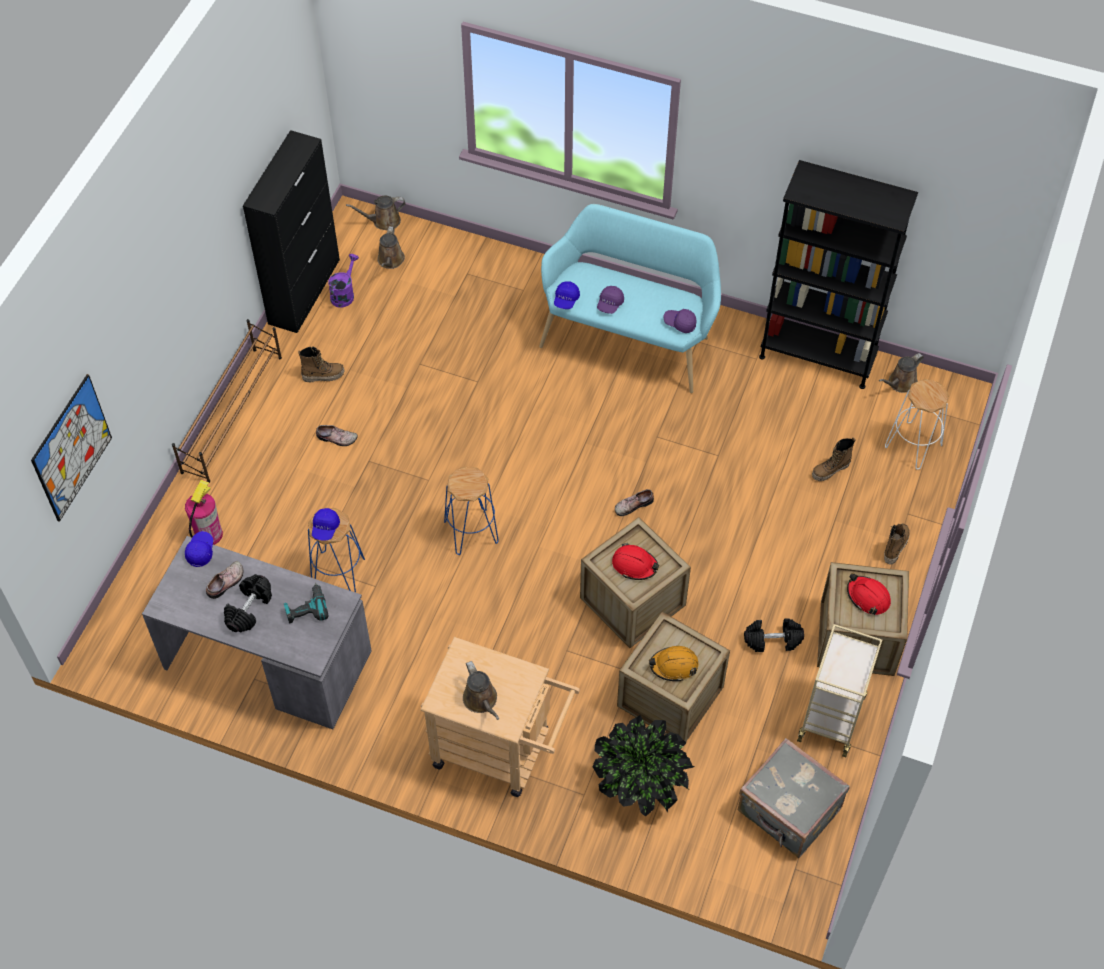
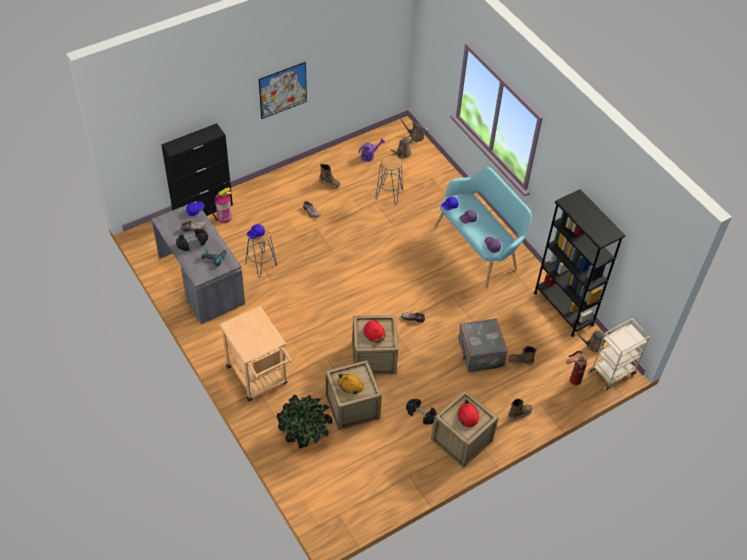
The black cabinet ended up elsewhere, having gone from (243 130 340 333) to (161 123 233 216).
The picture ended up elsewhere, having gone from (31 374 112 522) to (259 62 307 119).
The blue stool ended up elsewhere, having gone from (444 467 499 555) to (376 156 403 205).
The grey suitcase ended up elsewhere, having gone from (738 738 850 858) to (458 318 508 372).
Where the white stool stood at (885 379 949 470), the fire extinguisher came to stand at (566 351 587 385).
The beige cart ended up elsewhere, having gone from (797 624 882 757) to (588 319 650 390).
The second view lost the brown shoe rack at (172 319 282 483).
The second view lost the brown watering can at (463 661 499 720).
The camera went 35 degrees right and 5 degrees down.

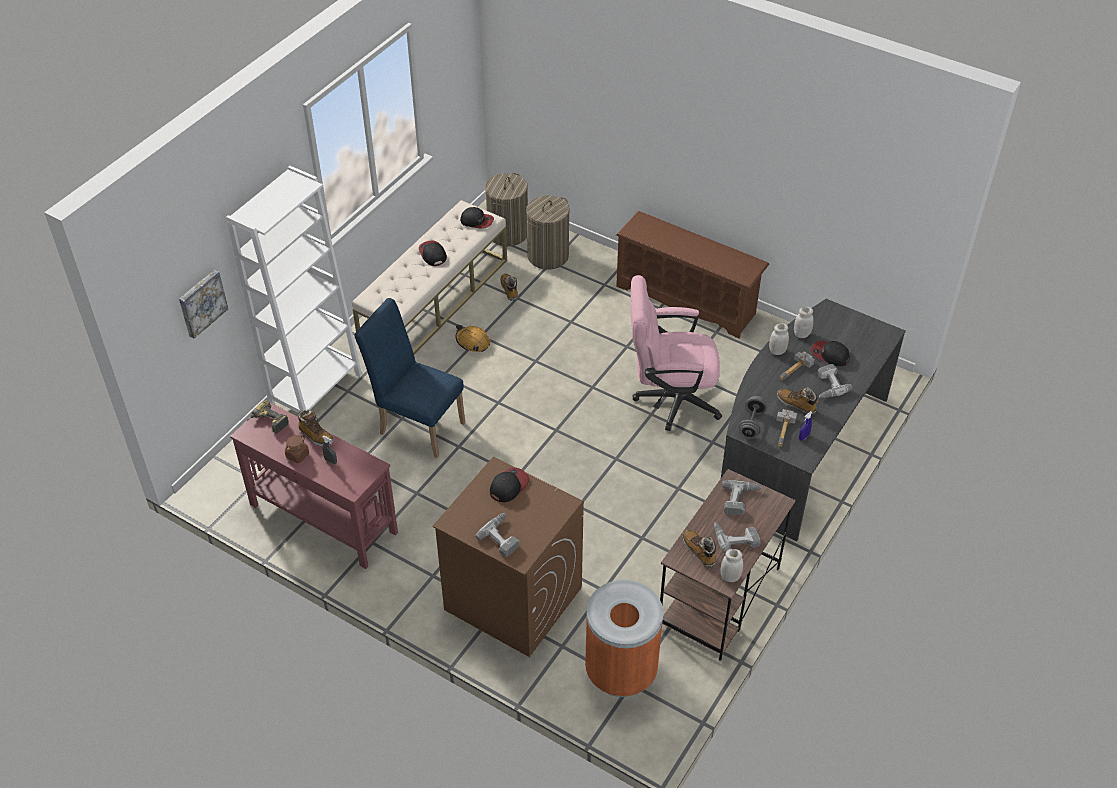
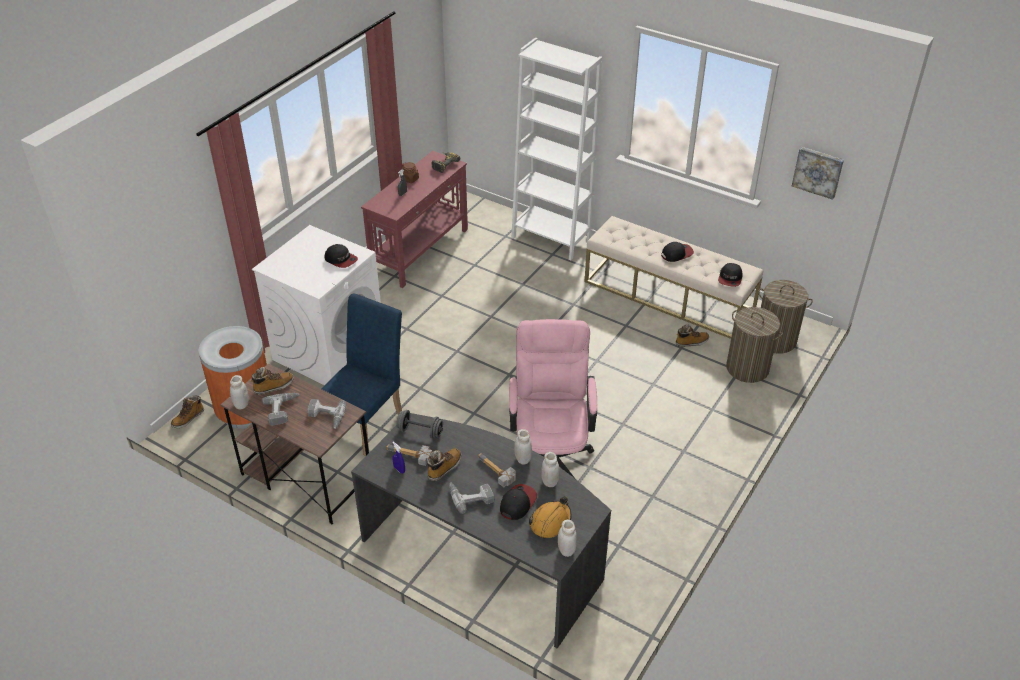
The boot ended up elsewhere, having gone from (297 410 334 446) to (171 396 204 428).
What was the brown washing machine at (433 456 584 657) turned into the white washing machine at (252 225 381 385).
The blue chair ended up elsewhere, having gone from (354 298 466 458) to (321 293 402 456).
The orange hard hat ended up elsewhere, having gone from (456 325 490 352) to (529 496 572 539).
The second view gained the white jar at (558 520 577 557).
The picture ended up elsewhere, having gone from (179 269 228 339) to (792 147 844 200).
The second view lost the power drill at (475 513 519 557).
The second view lost the brown shoe rack at (616 211 769 339).
The camera went 90 degrees right and 5 degrees down.

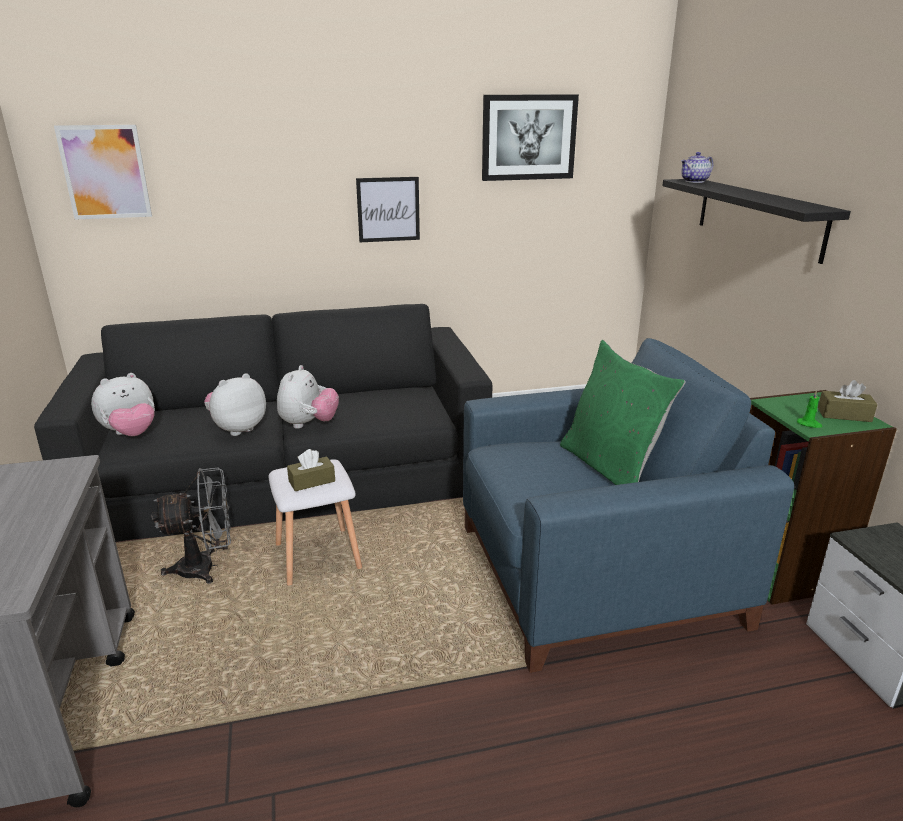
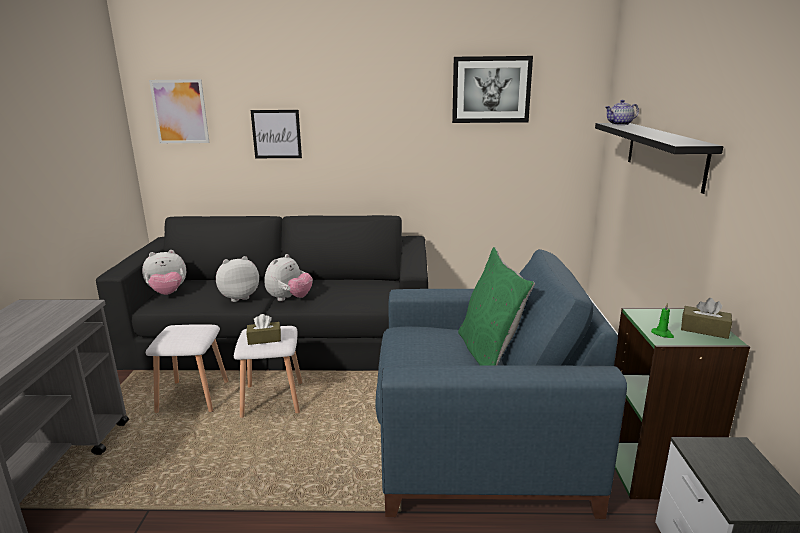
Where the grey fan stood at (151 468 231 584), the white stool came to stand at (146 324 228 413).
The picture ended up elsewhere, having gone from (356 177 420 242) to (251 110 302 158).
The camera went 15 degrees right and 5 degrees down.

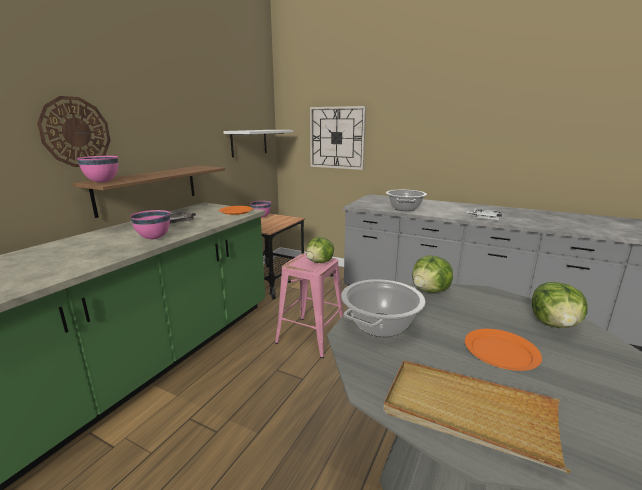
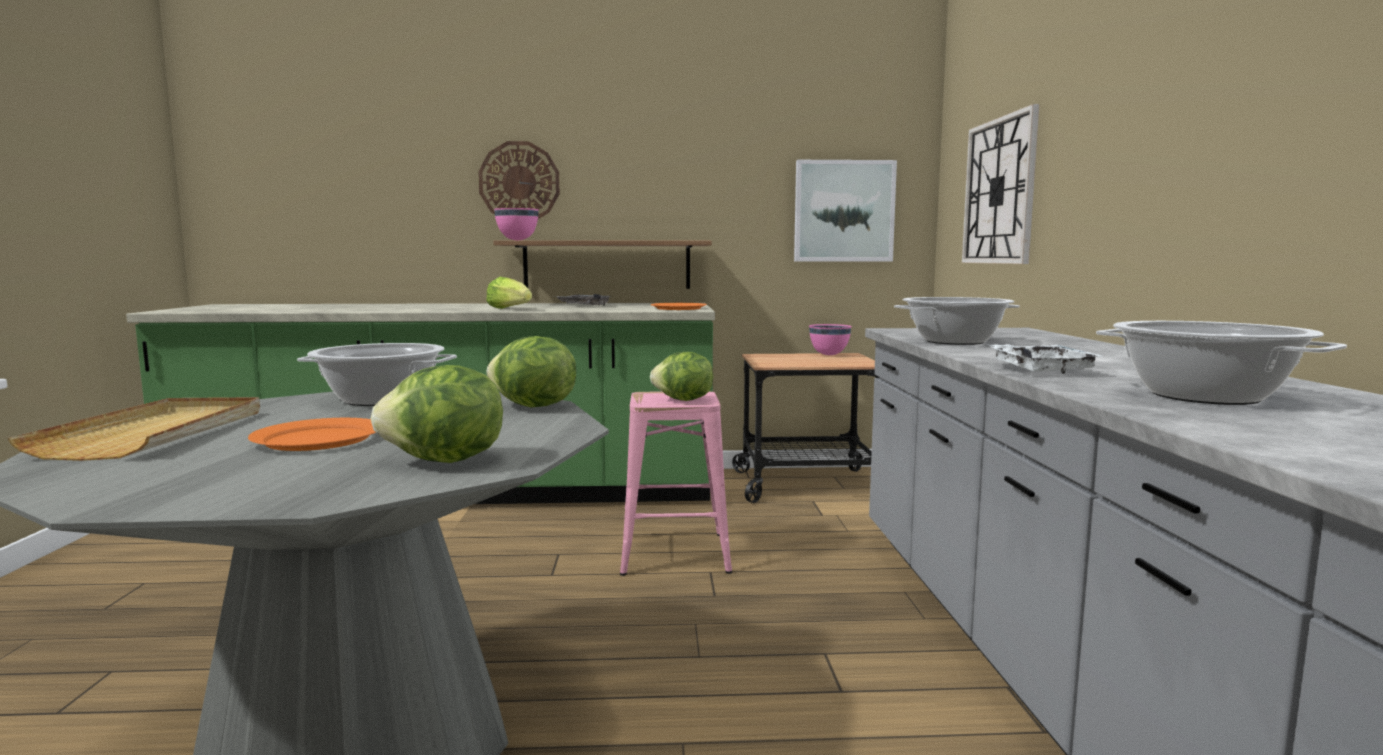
Where the pink bowl stood at (130 210 170 239), the lettuce came to stand at (486 277 532 309).
Where the white shelf hung at (223 130 293 157), the picture came to hang at (794 160 897 261).
The second view gained the cooking pot at (1096 321 1347 405).
The camera went 60 degrees right and 10 degrees down.

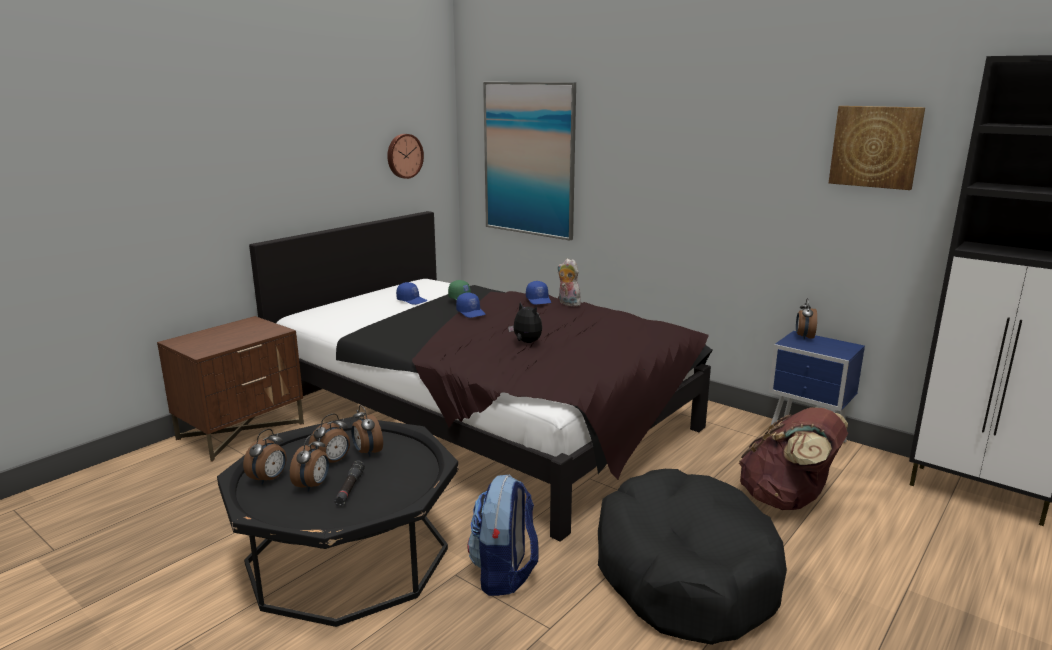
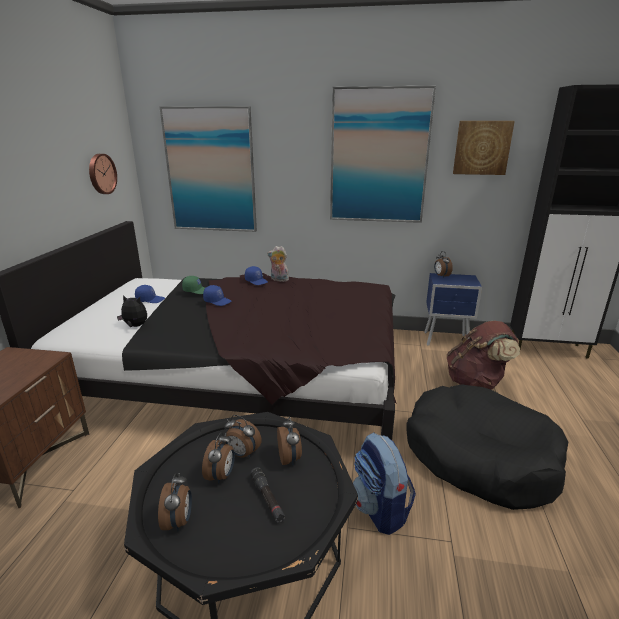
The plush toy ended up elsewhere, having gone from (508 302 542 343) to (117 295 147 327).
The alarm clock ended up elsewhere, having gone from (290 434 329 492) to (277 416 302 465).
The second view gained the picture at (330 85 436 223).
The camera went 30 degrees left and 5 degrees up.

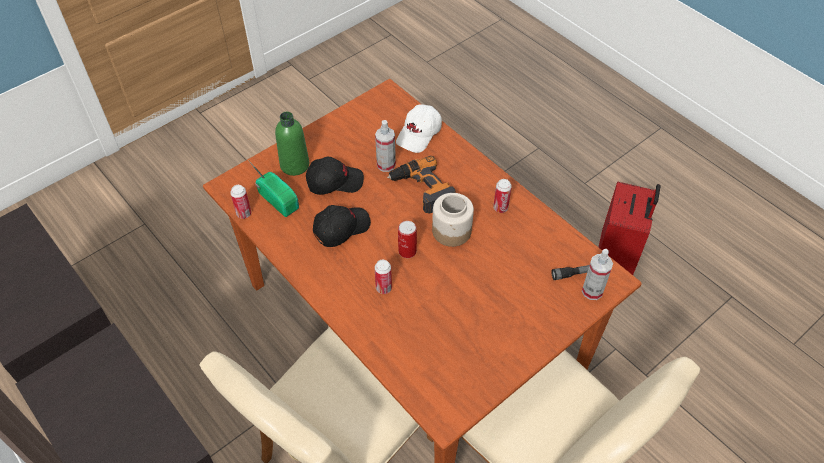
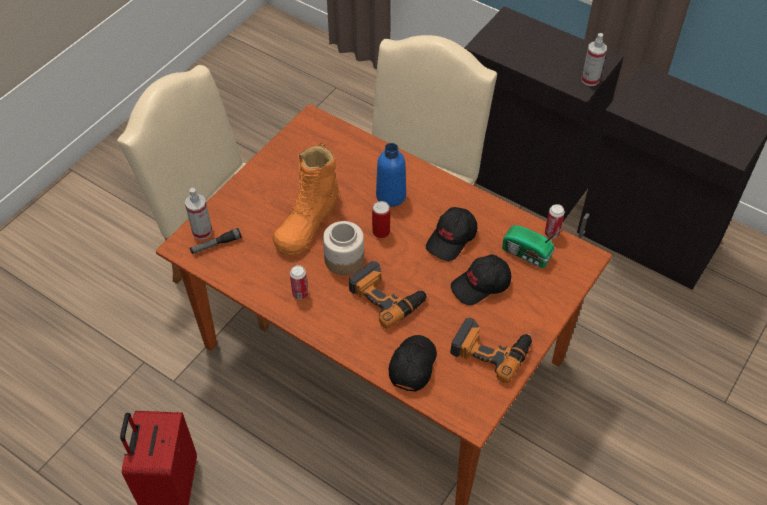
The second view gained the orange boot at (273 143 339 256).
Where the can stood at (374 260 392 294), the blue bottle came to stand at (376 143 406 207).
What was the white cap at (396 104 442 153) turned into the black cap at (389 335 437 392).
The second view gained the power drill at (450 317 532 383).
The spray bottle ended up elsewhere, having gone from (375 120 396 172) to (582 33 607 86).
The second view lost the green bottle at (275 112 309 176).
The camera went 165 degrees right and 0 degrees up.

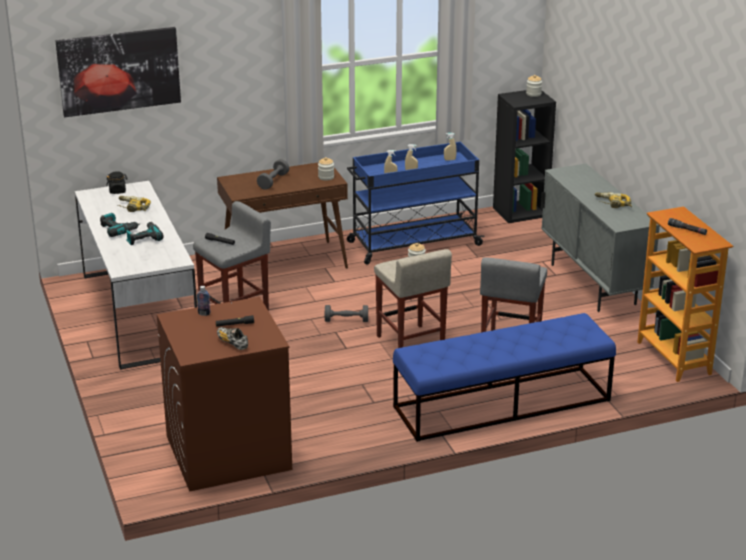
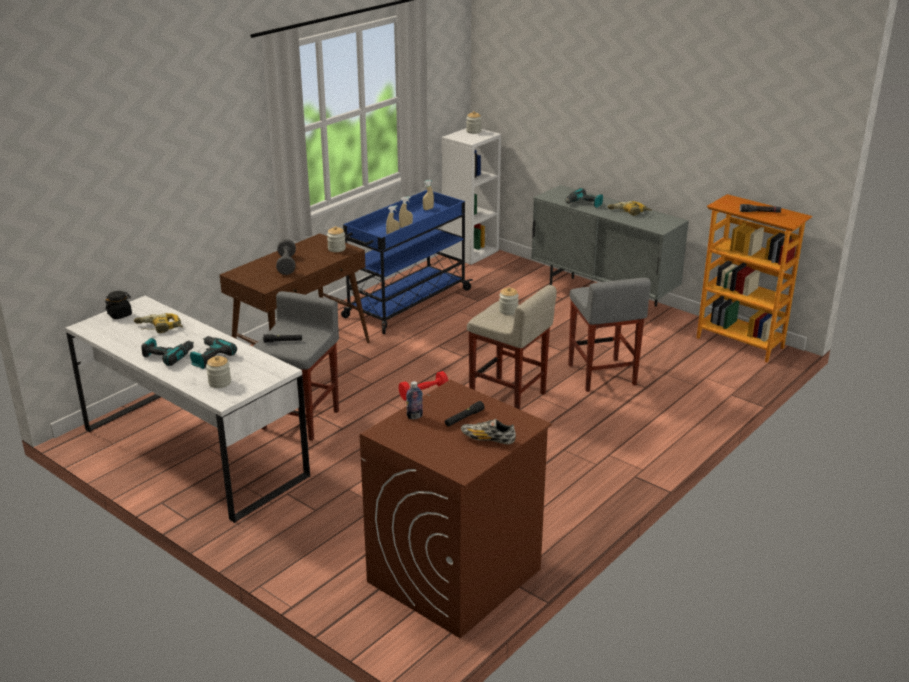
The second view gained the jar at (206 356 231 388).
What was the grey dumbbell at (325 305 368 322) turned into the red dumbbell at (399 371 449 401).
What was the black bookcase at (493 90 556 223) turned into the white bookcase at (442 128 501 265).
The second view gained the power drill at (565 188 603 208).
The second view lost the picture at (55 27 181 117).
The second view lost the blue bench at (393 313 616 442).
The camera went 30 degrees left and 0 degrees up.

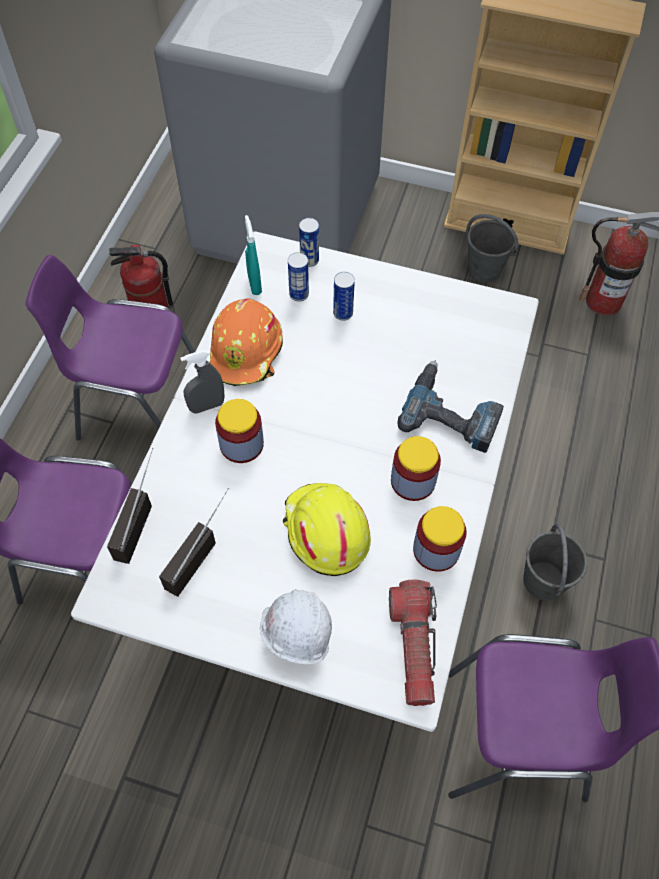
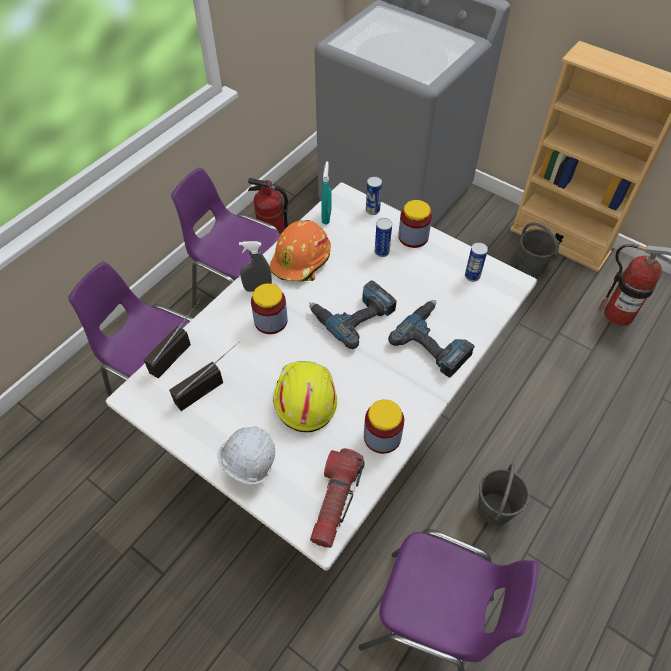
The second view gained the power drill at (309 280 397 349).
The jar ended up elsewhere, having gone from (391 436 441 501) to (398 200 432 248).
The can ended up elsewhere, having gone from (288 252 309 302) to (465 242 488 282).
The camera went 20 degrees right and 5 degrees down.

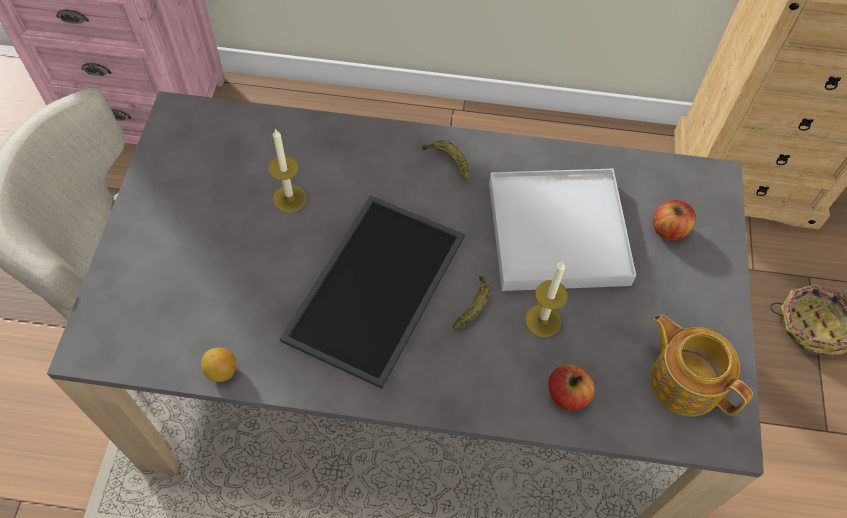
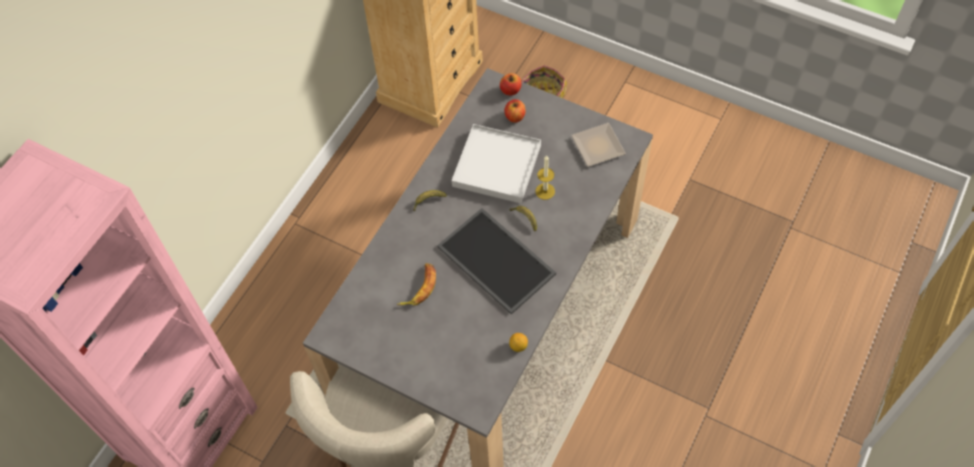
Where the candle stood at (268 128 307 213), the banana came to stand at (397 263 436 306).
The apple ended up elsewhere, having gone from (548 365 595 410) to (500 73 522 95).
Where the teapot stood at (650 315 753 416), the plate came to stand at (571 123 626 167).
The camera went 65 degrees left and 0 degrees up.

